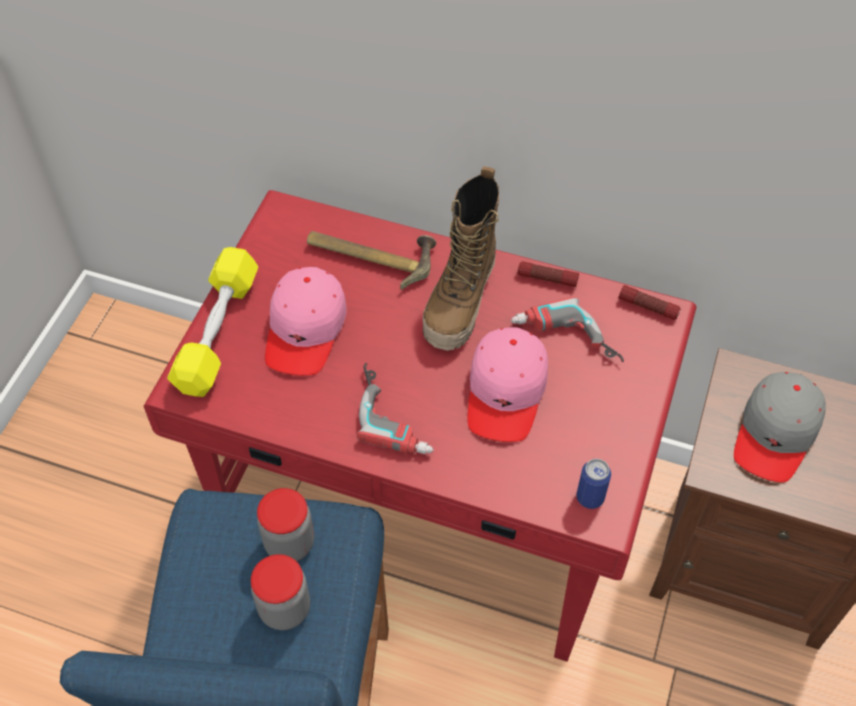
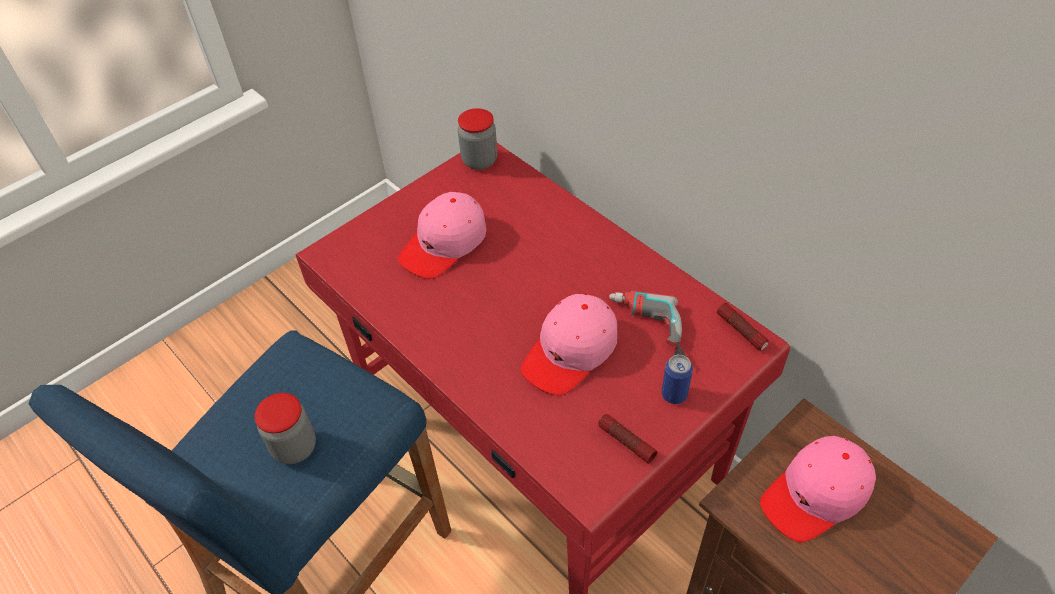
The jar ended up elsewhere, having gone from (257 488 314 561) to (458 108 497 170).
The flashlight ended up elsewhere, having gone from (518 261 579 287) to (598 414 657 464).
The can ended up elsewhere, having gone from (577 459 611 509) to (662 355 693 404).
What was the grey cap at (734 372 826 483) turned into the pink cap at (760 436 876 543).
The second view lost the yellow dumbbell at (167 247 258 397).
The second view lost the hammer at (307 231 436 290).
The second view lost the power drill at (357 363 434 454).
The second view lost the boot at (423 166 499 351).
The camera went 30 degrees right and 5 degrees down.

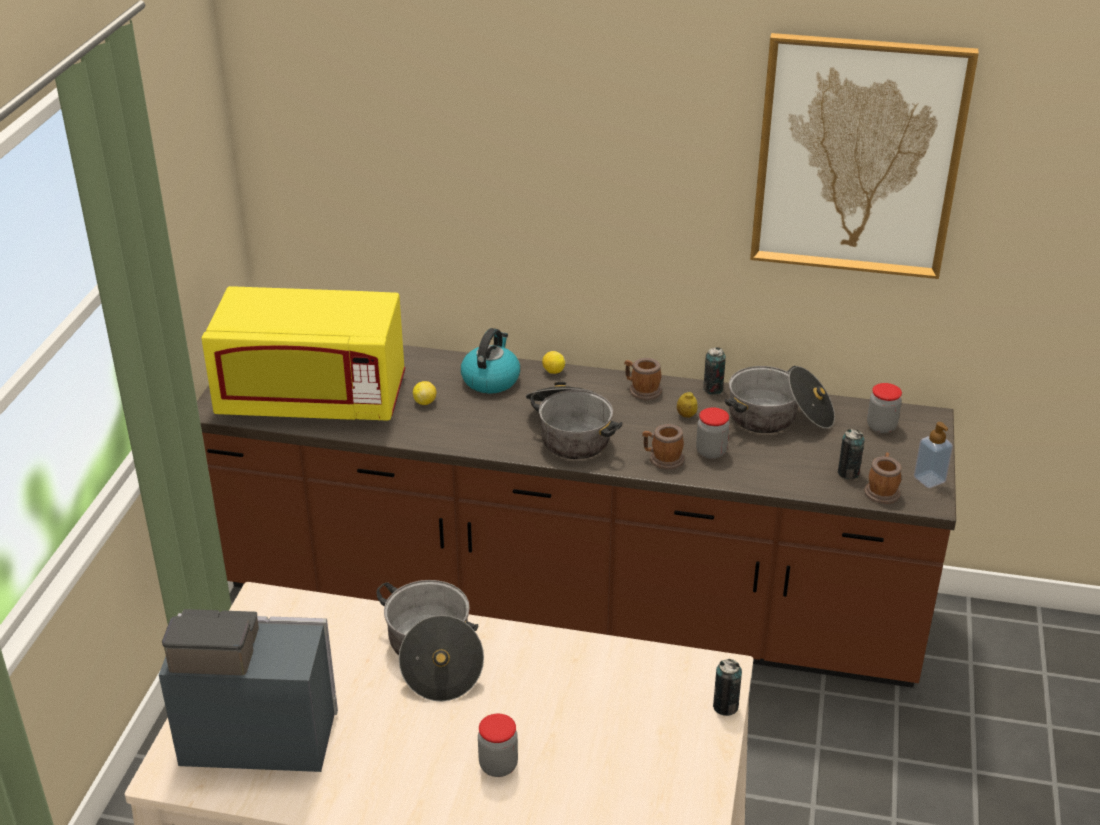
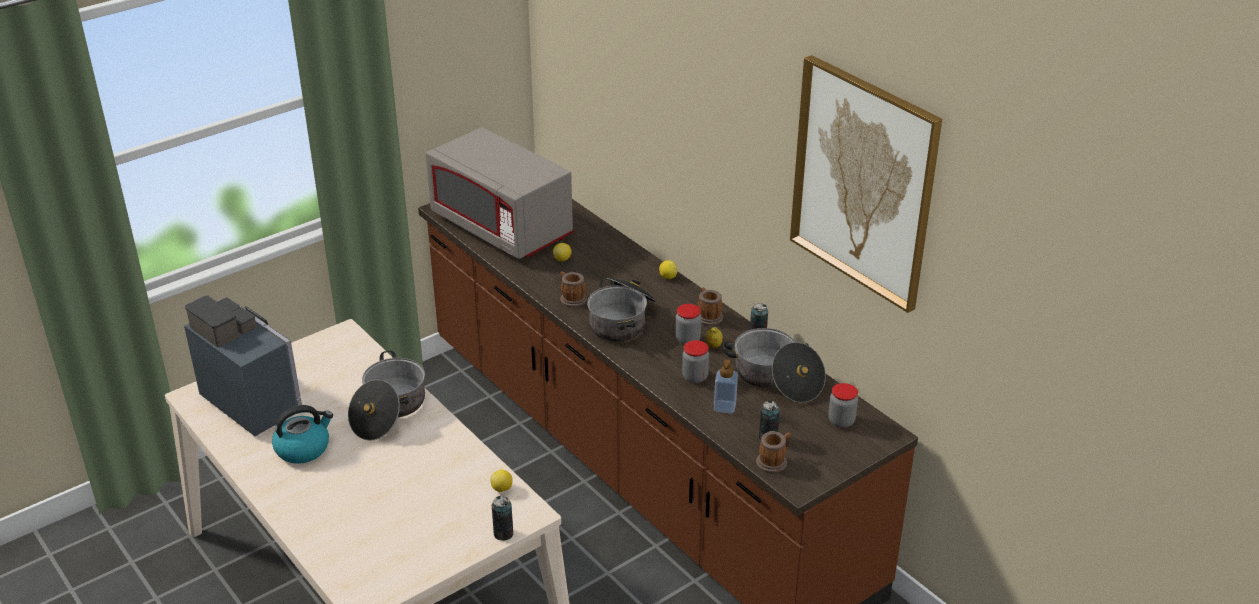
The kettle ended up elsewhere, having gone from (461 328 520 393) to (272 405 333 464).
What was the yellow microwave at (201 286 405 421) turned into the grey microwave at (426 127 574 259).
The second view gained the lemon at (490 470 513 492).
The mug ended up elsewhere, having gone from (642 424 684 470) to (560 271 587 307).
The jar ended up elsewhere, having gone from (478 714 518 777) to (675 304 701 345).
The soap dispenser ended up elsewhere, having gone from (914 422 953 488) to (714 359 738 414).
The camera went 40 degrees right and 0 degrees up.

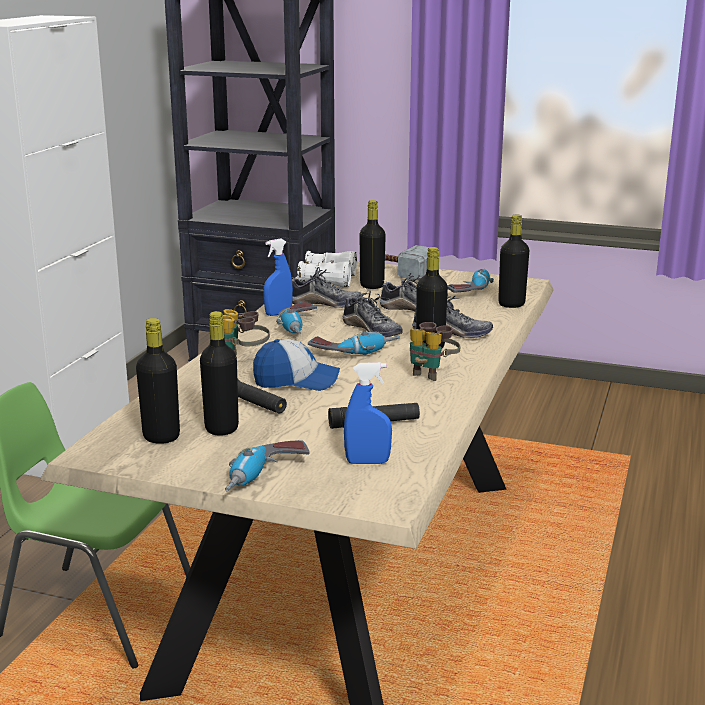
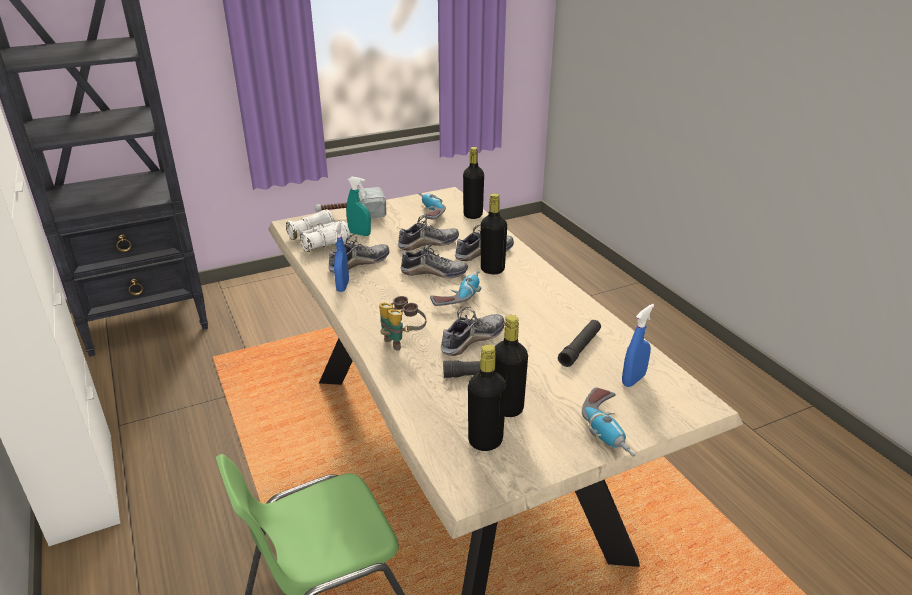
Where the black bottle stood at (359 200 386 289), the turquoise spray bottle came to stand at (346 177 371 236).
Where the cap stood at (253 339 340 391), the shoe came to stand at (441 307 505 356).
The second view lost the power drill at (276 302 317 335).
The second view lost the binoculars at (410 322 460 381).
The camera went 45 degrees left and 10 degrees up.

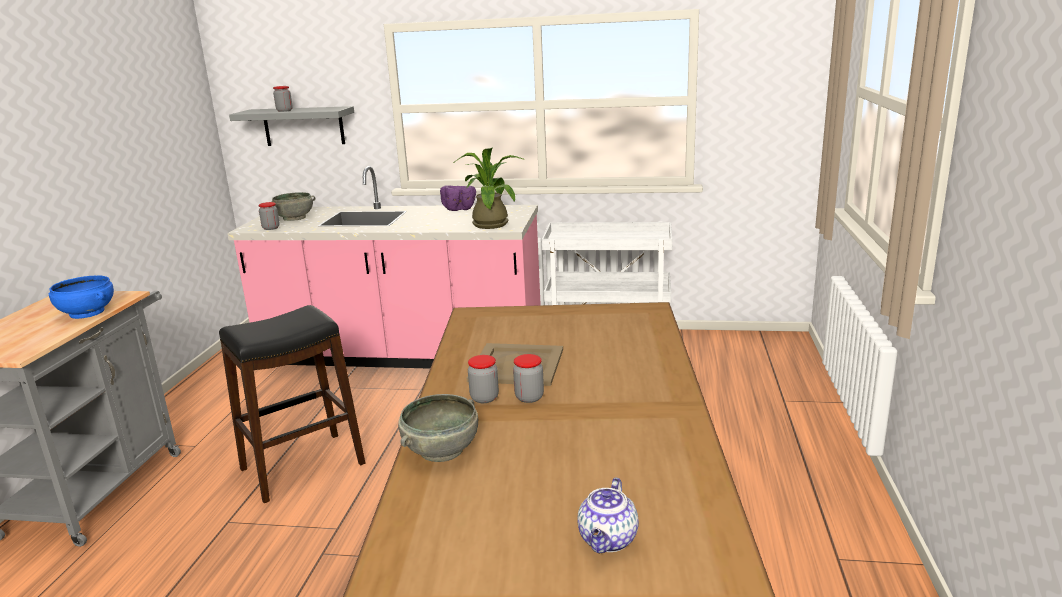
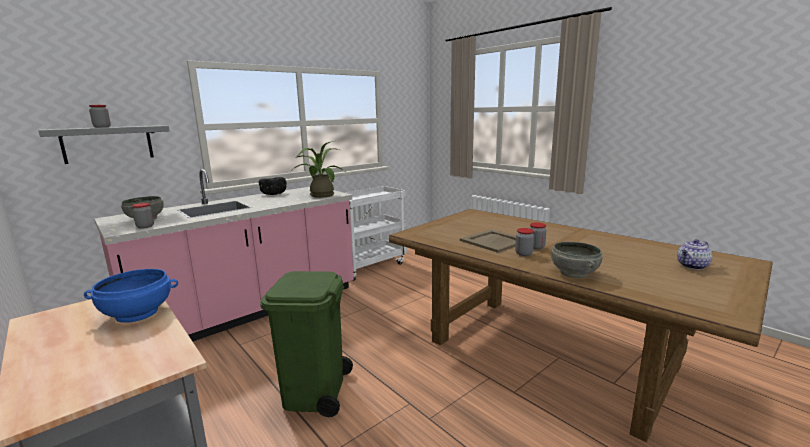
What was the purple bowl at (440 185 476 211) turned into the black bowl at (259 177 287 195).
Where the black stool stood at (219 305 365 503), the green trash can came to stand at (260 271 353 417).
The teapot at (577 478 639 553) ended up facing another way, 90 degrees clockwise from before.
The camera went 50 degrees left and 5 degrees down.

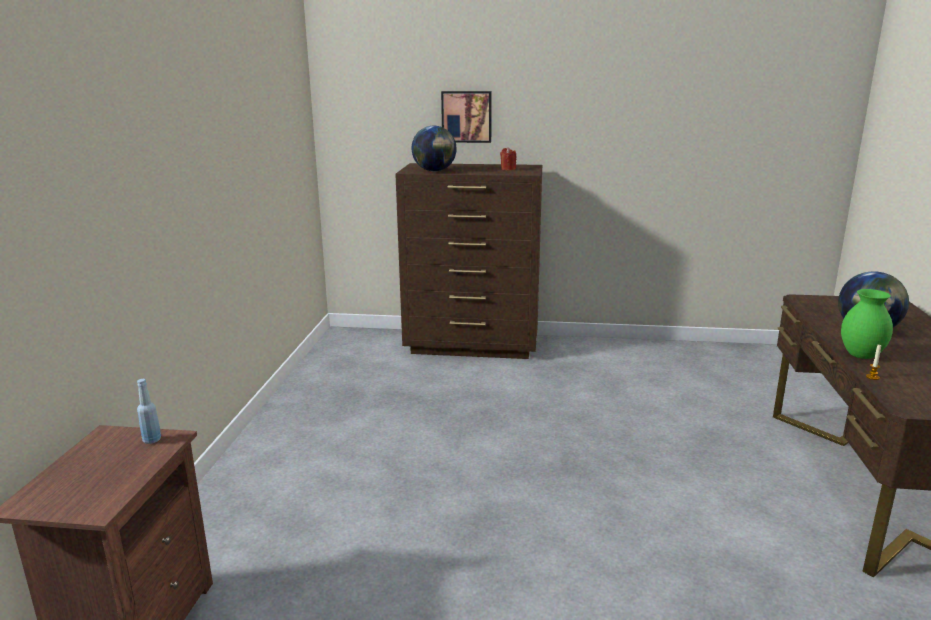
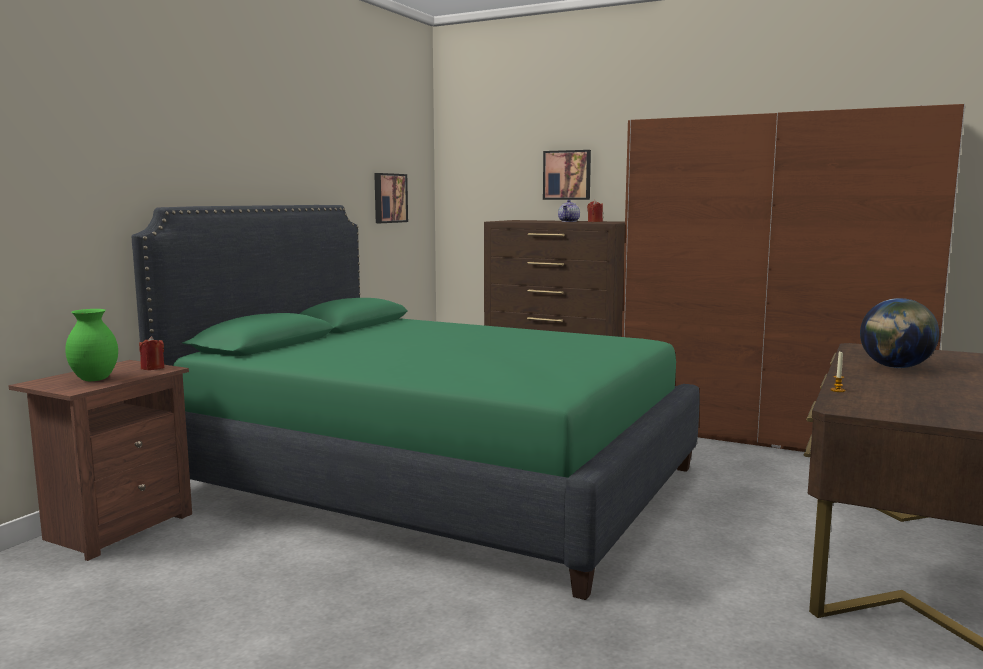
The green vase ended up elsewhere, having gone from (841 289 893 359) to (65 309 118 381).
The second view gained the green bed at (132 205 700 600).
Where the blue bottle stood at (137 379 161 444), the red candle came to stand at (139 336 164 370).
The second view gained the picture at (374 173 408 223).
The second view gained the teapot at (558 200 580 222).
The second view gained the brown wardrobe at (622 104 965 452).
The second view lost the globe at (412 126 457 171).
The camera went 20 degrees right and 10 degrees down.

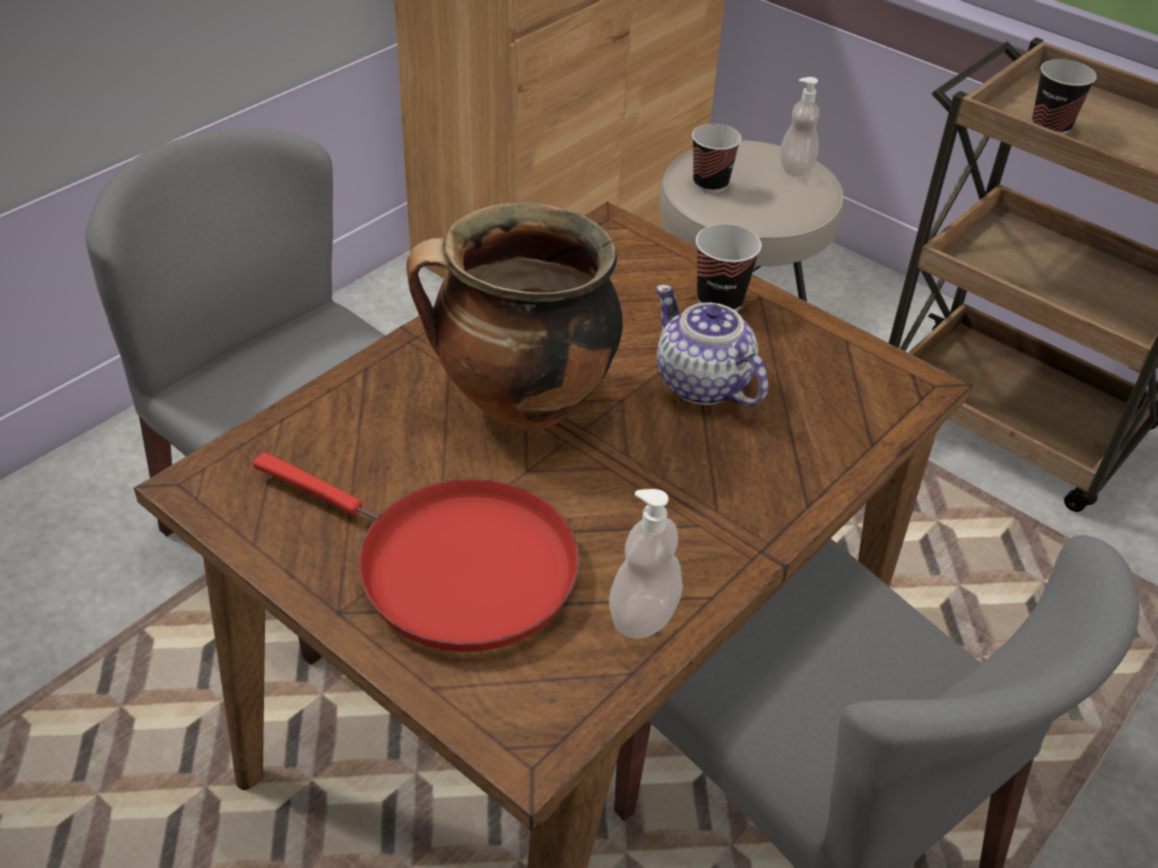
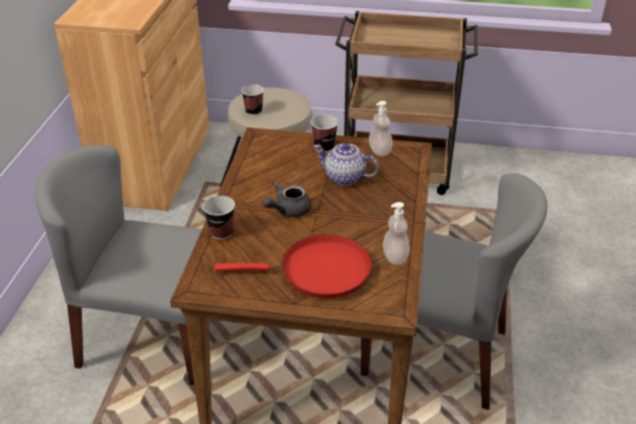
The cup ended up elsewhere, having gone from (1032 59 1097 134) to (203 196 235 240).
Where the cooking pot stood at (406 202 623 430), the grey teapot came to stand at (263 182 312 217).
The soap dispenser ended up elsewhere, having gone from (780 77 820 177) to (369 101 393 156).
The camera went 30 degrees left and 5 degrees down.

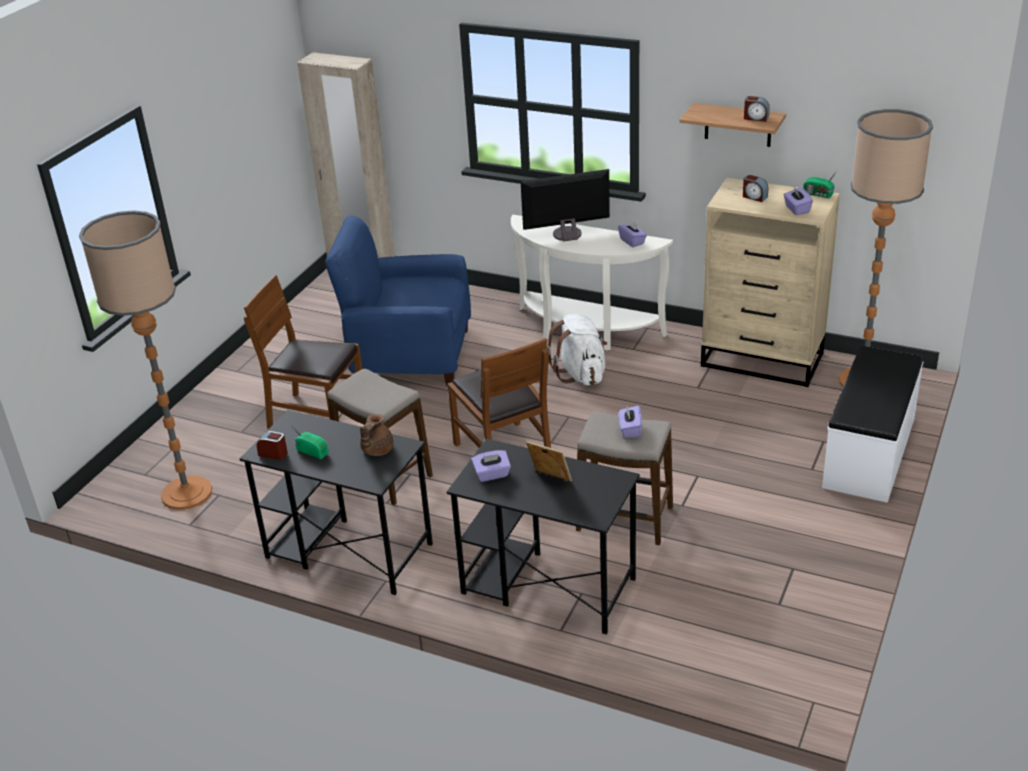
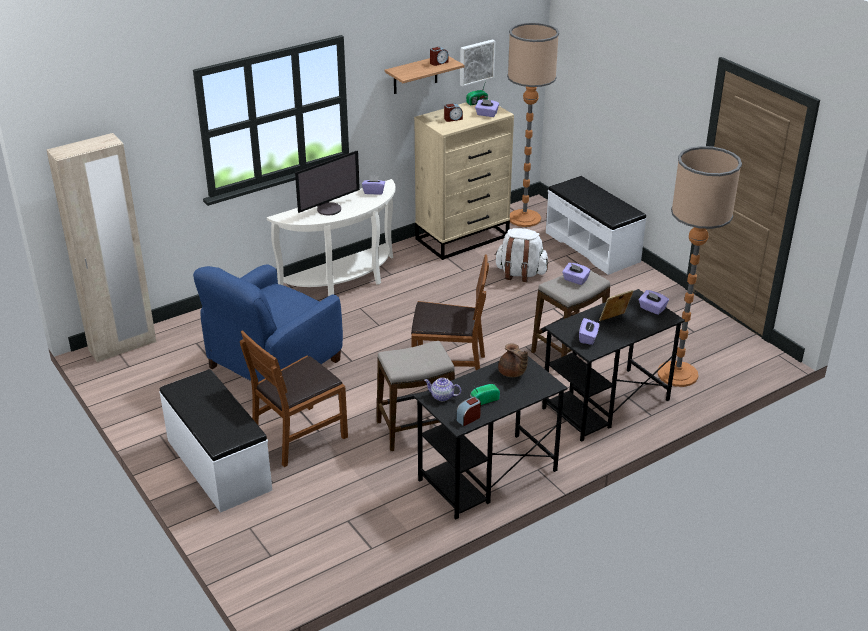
The second view gained the white bench at (159 369 272 513).
The monitor at (521 169 610 242) ended up facing another way, 150 degrees counterclockwise from before.
The second view gained the teapot at (424 378 461 401).
The second view gained the picture at (460 39 496 87).
The white backpack ended up elsewhere, having gone from (546 314 607 385) to (495 228 548 282).
The second view gained the purple tissue box at (639 290 669 315).
The floor lamp ended up elsewhere, having gone from (79 210 212 510) to (658 146 742 387).
The camera went 60 degrees left and 0 degrees up.

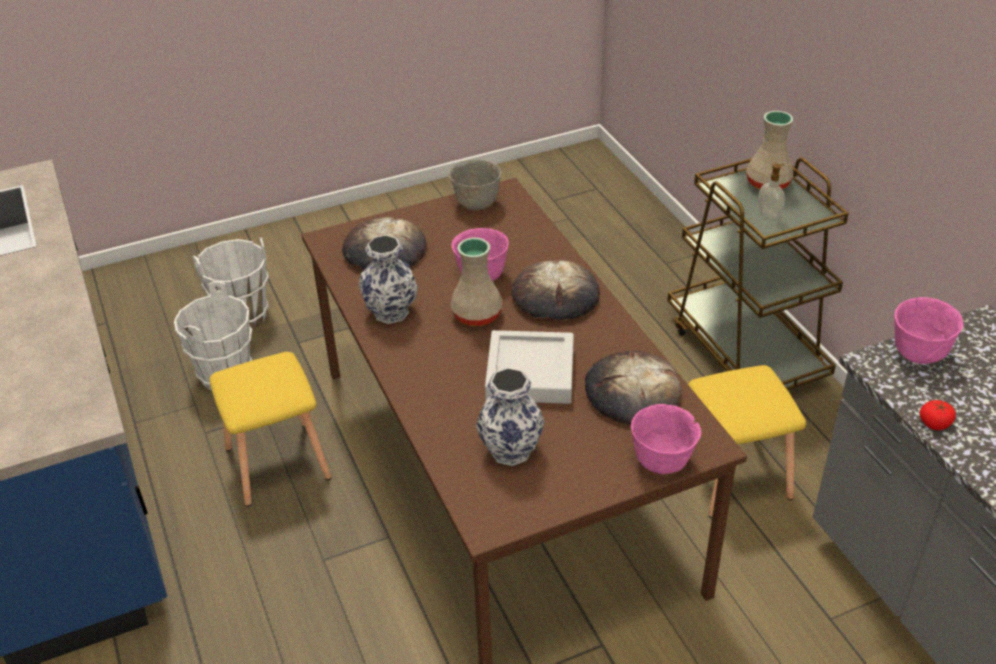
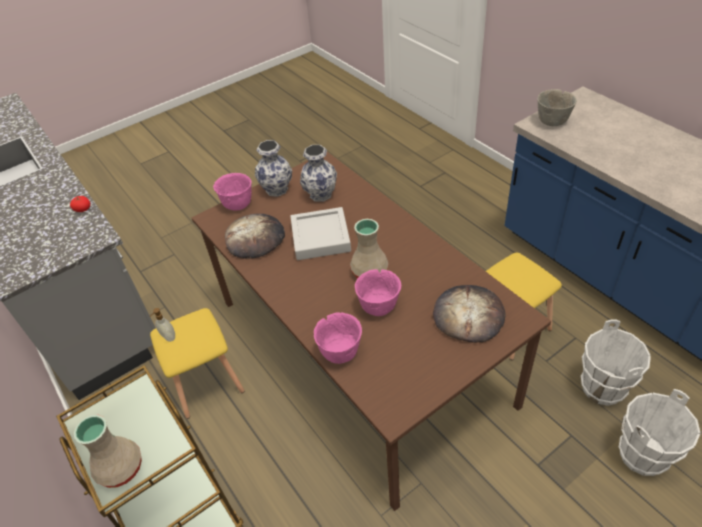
The soap dispenser ended up elsewhere, having gone from (758 163 785 218) to (150 308 175 342).
The vase ended up elsewhere, having gone from (359 235 418 324) to (255 140 292 197).
The pink bowl ended up elsewhere, having gone from (894 297 964 364) to (314 312 362 364).
The grey bowl ended up elsewhere, having gone from (449 159 502 210) to (537 89 577 126).
The second view lost the bread at (512 260 600 320).
The camera went 170 degrees right and 5 degrees up.

